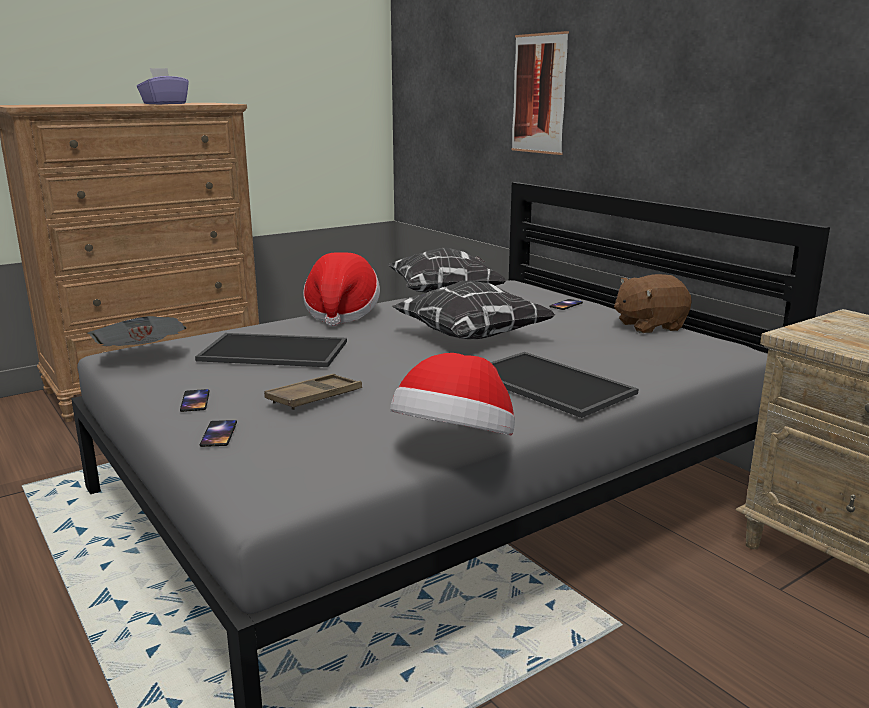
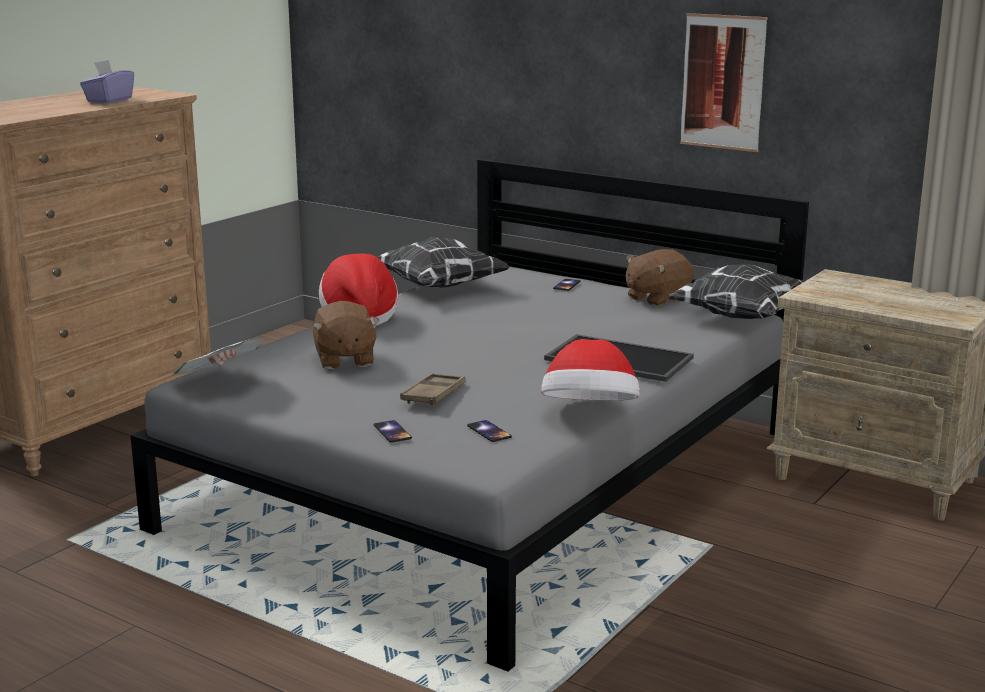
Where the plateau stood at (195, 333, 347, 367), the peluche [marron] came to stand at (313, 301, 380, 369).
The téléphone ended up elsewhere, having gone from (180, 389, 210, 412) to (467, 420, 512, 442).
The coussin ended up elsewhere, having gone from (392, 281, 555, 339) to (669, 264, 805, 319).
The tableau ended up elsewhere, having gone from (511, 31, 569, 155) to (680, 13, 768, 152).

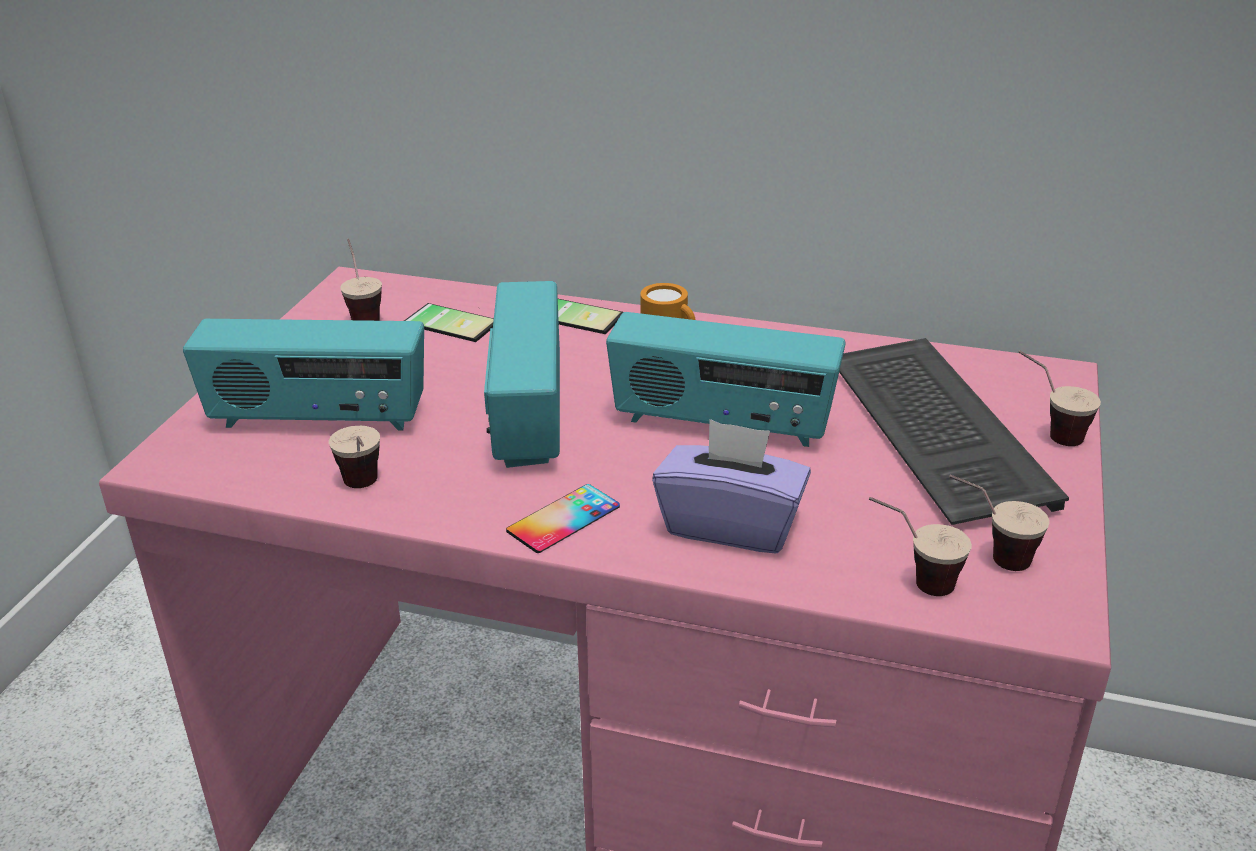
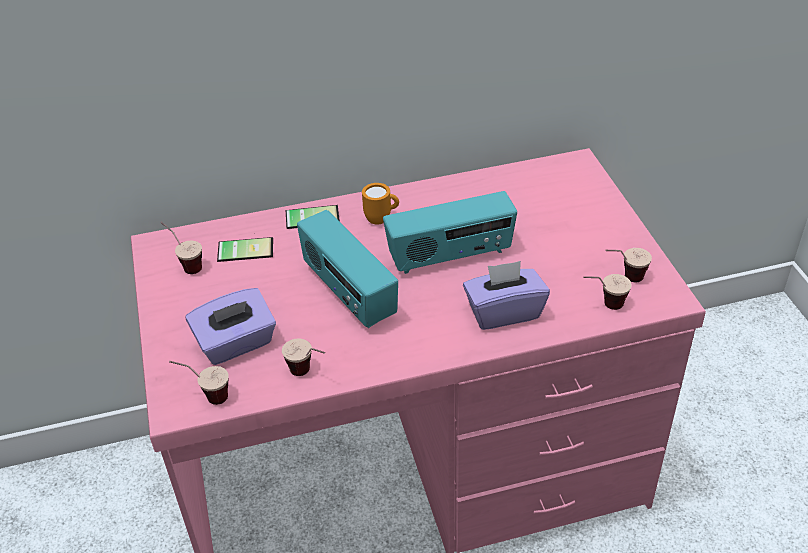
The tasse ended up elsewhere, having gone from (1018, 350, 1101, 446) to (169, 361, 228, 405).
Where the radio stood at (183, 319, 424, 431), the boîte à mouchoirs [violet] came to stand at (185, 288, 276, 365).
The second view lost the téléphone at (506, 484, 620, 553).
The second view lost the clavier at (839, 338, 1069, 525).

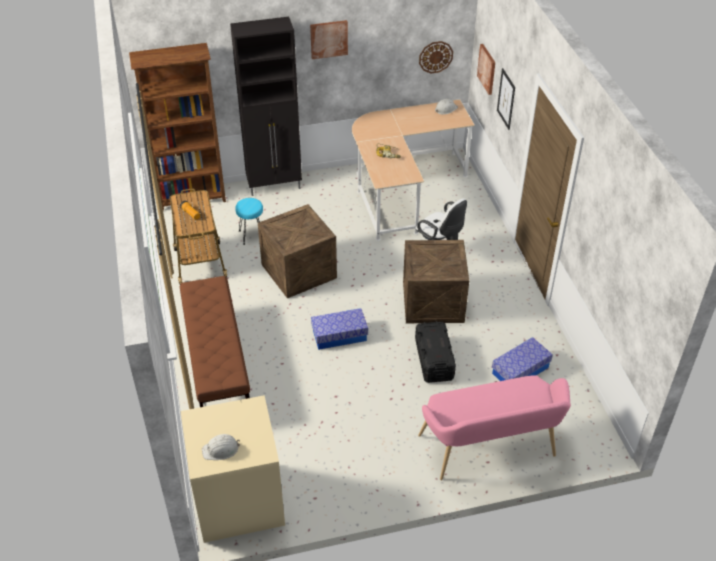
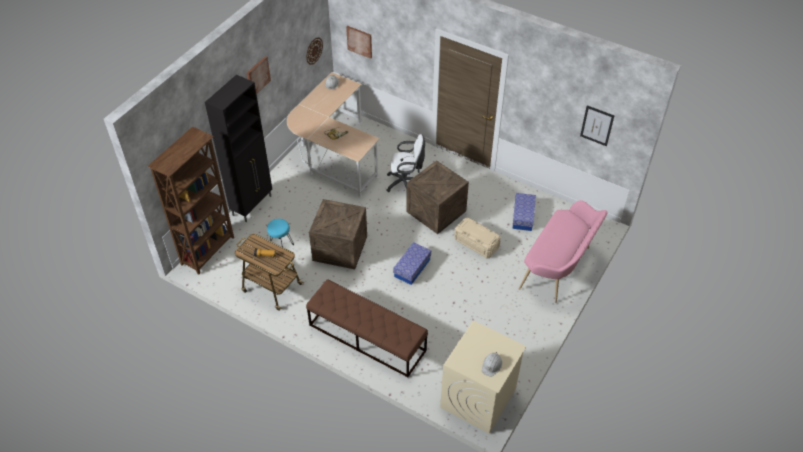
What was the boîte de rangement [noir] at (415, 321, 456, 383) turned into the boîte de rangement [beige] at (454, 217, 501, 258).
The tableau ended up elsewhere, having gone from (497, 68, 515, 130) to (580, 105, 614, 146).

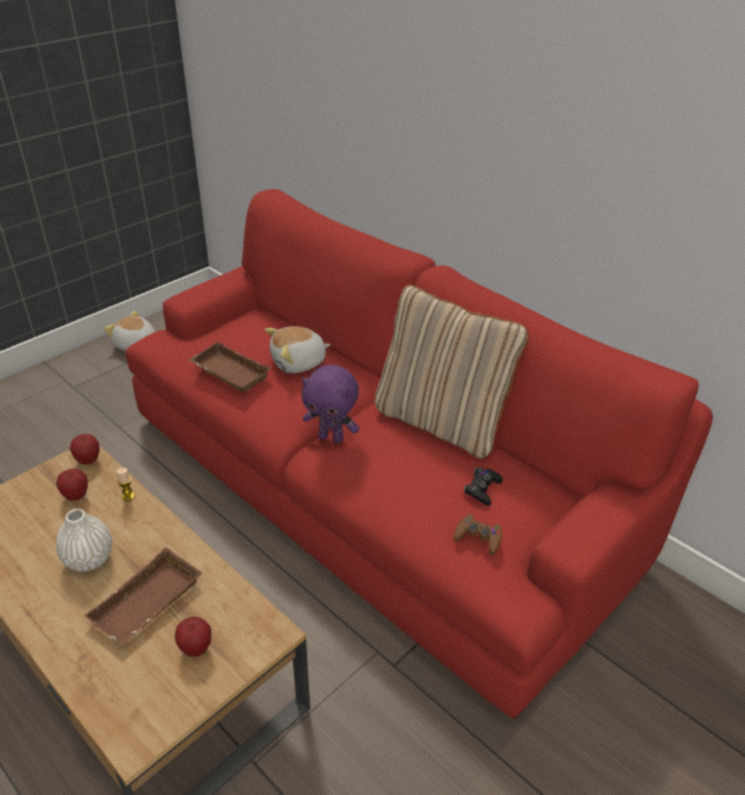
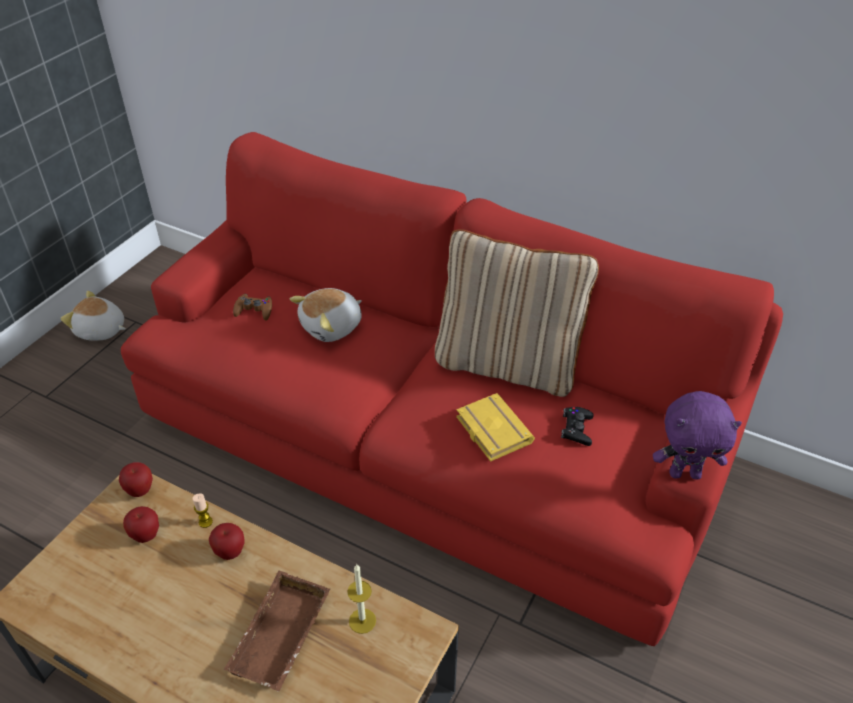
The pomme ended up elsewhere, having gone from (175, 617, 211, 657) to (209, 523, 244, 560).
The manette [marron] ended up elsewhere, having gone from (454, 514, 502, 555) to (233, 294, 272, 321).
The second view gained the bougie at (347, 565, 376, 634).
The second view gained the livre [jaune] at (456, 393, 535, 462).
The peluche [violet] ended up elsewhere, having gone from (301, 364, 359, 443) to (653, 391, 742, 479).
The second view lost the vase [blanc] at (56, 509, 112, 572).
The second view lost the plateau [marron] at (188, 342, 271, 392).

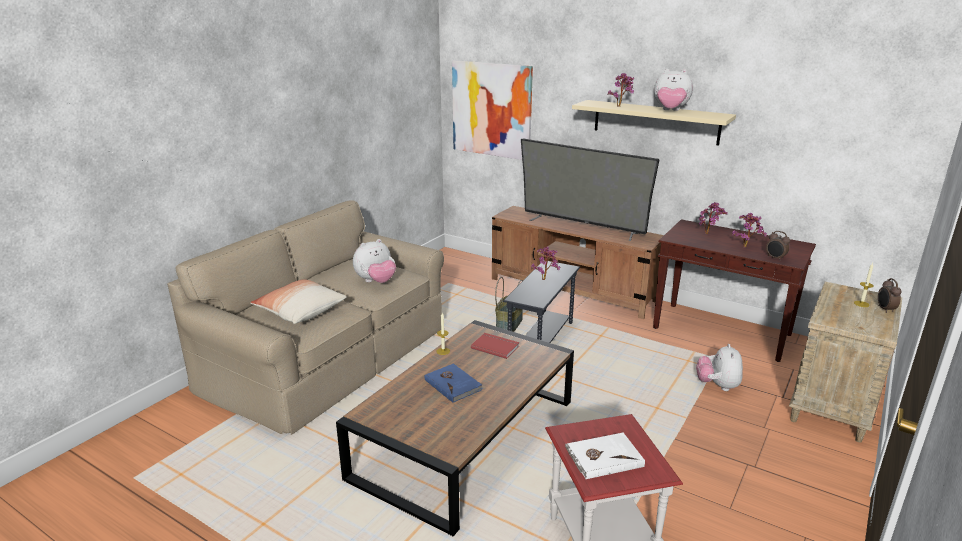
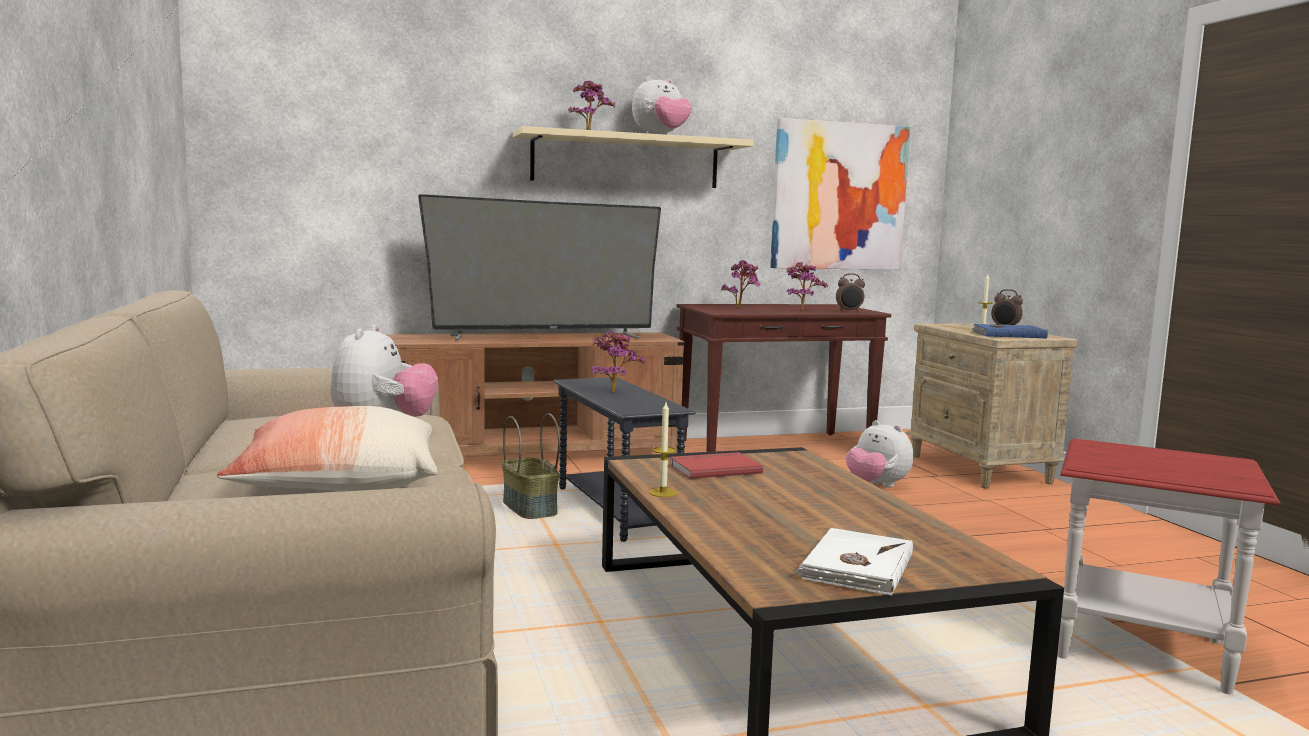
The tableau ended up elsewhere, having gone from (452, 60, 533, 160) to (770, 118, 910, 270).
The livre [blanc] ended up elsewhere, having gone from (565, 433, 645, 479) to (794, 528, 913, 596).
The livre [bleu] ended up elsewhere, having gone from (425, 363, 483, 403) to (972, 324, 1048, 338).

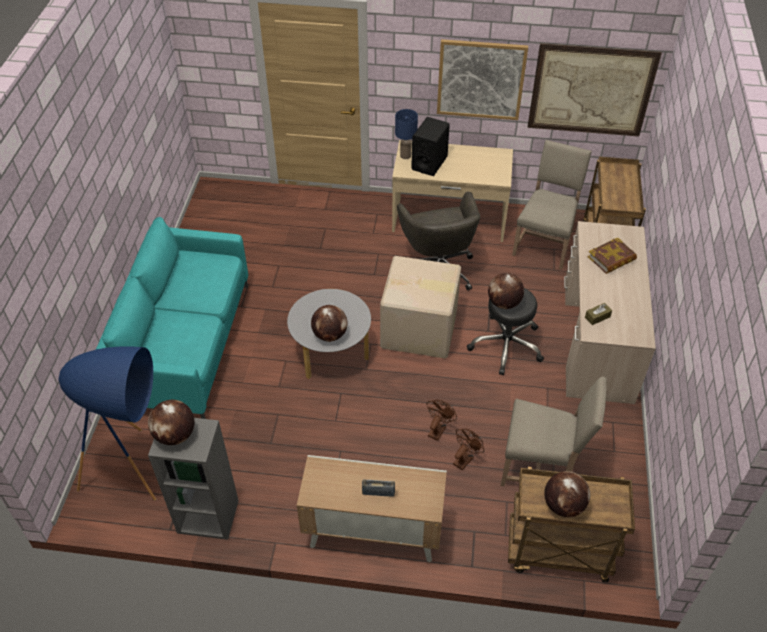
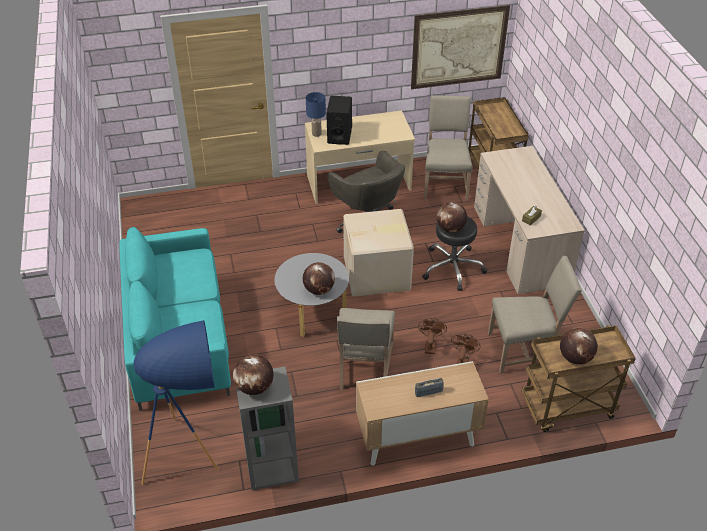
The second view gained the chaise [beige] at (337, 308, 395, 390).
The second view lost the tableau at (437, 39, 528, 120).
The second view lost the livre at (588, 237, 637, 274).

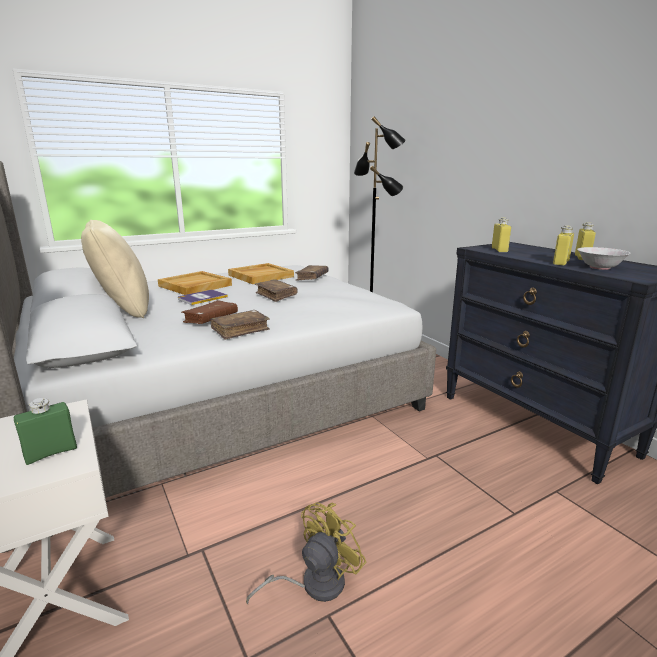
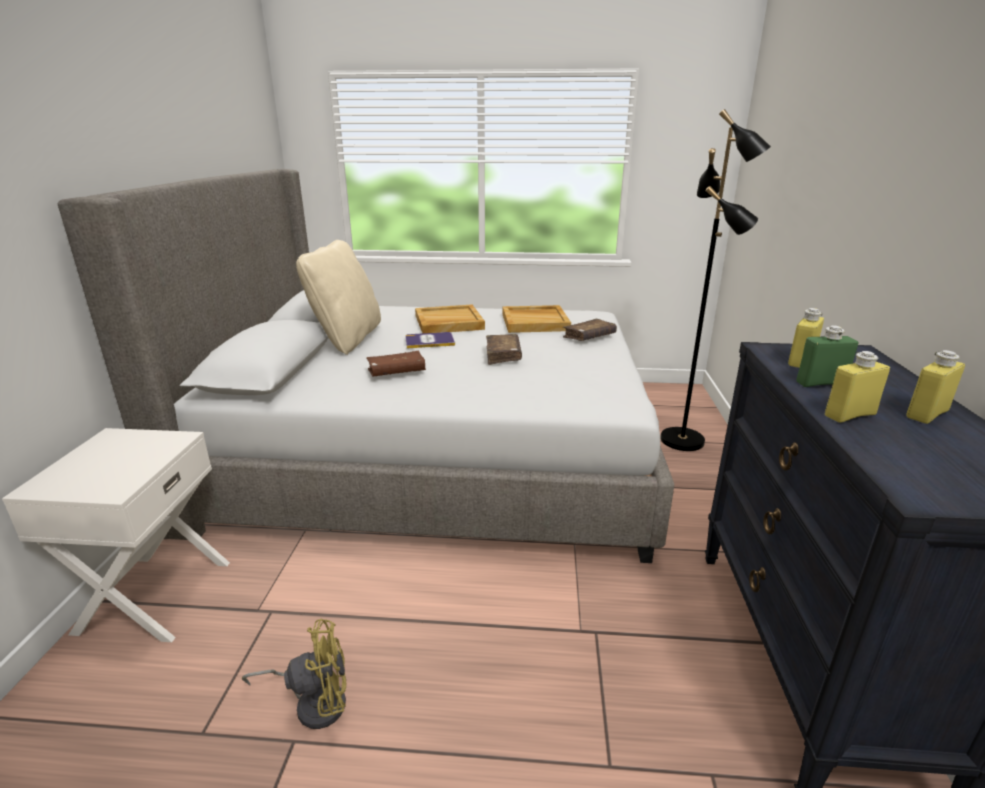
The bouteille [vert] ended up elsewhere, having gone from (14, 398, 77, 465) to (796, 325, 859, 387).
The second view lost the livre [marron] at (211, 310, 270, 340).
The second view lost the bol [blanc] at (577, 247, 631, 270).

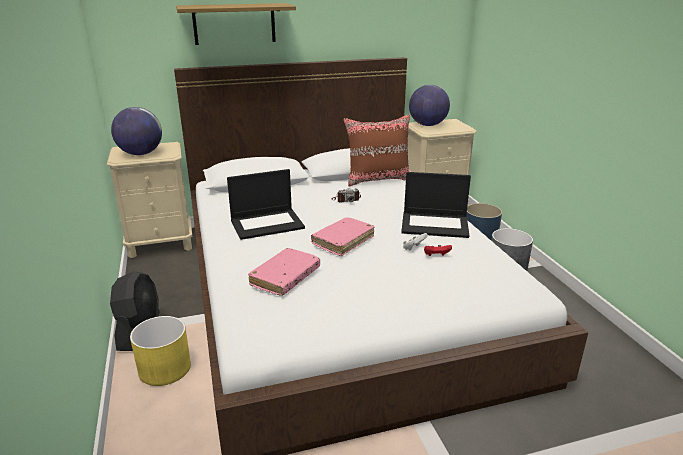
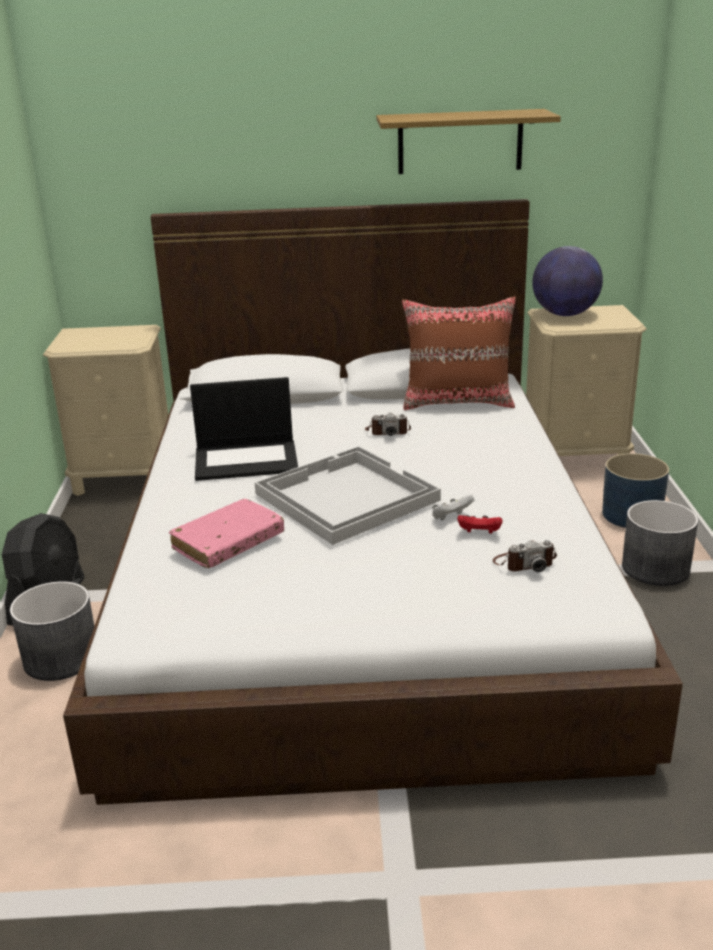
What was the cache-pot [jaune] at (130, 316, 191, 386) turned into the cache-pot [gris] at (10, 581, 94, 681).
Where the livre [rose] stood at (311, 218, 374, 256), the plateau [blanc] came to stand at (255, 446, 441, 545).
The étagère ended up elsewhere, having gone from (176, 3, 296, 45) to (376, 109, 561, 174).
The second view gained the appareil photo at (493, 540, 557, 572).
The second view lost the globe at (111, 107, 162, 155).
The second view lost the ordinateur portable at (401, 172, 471, 238).

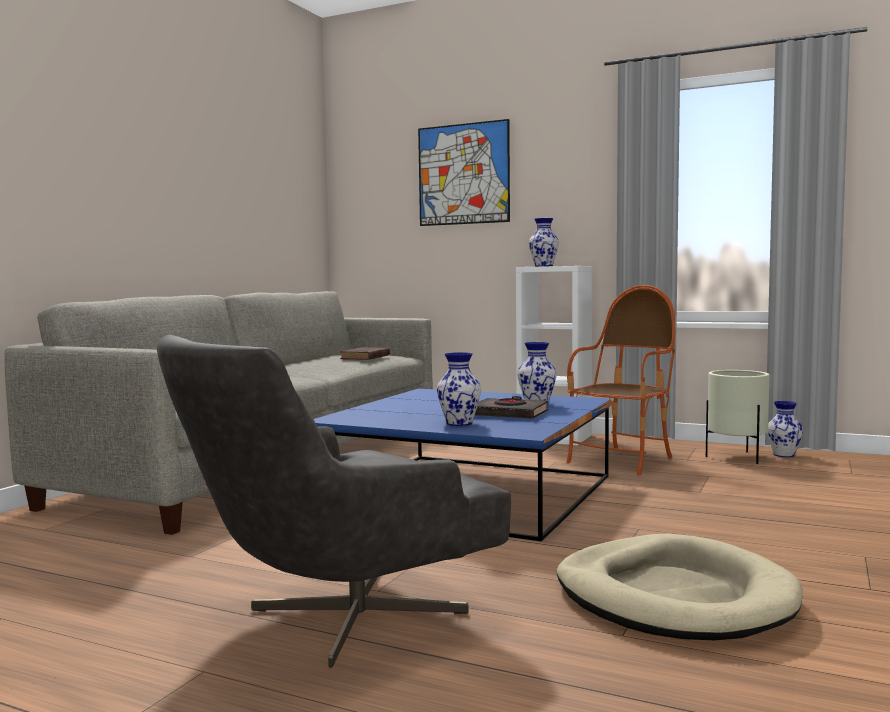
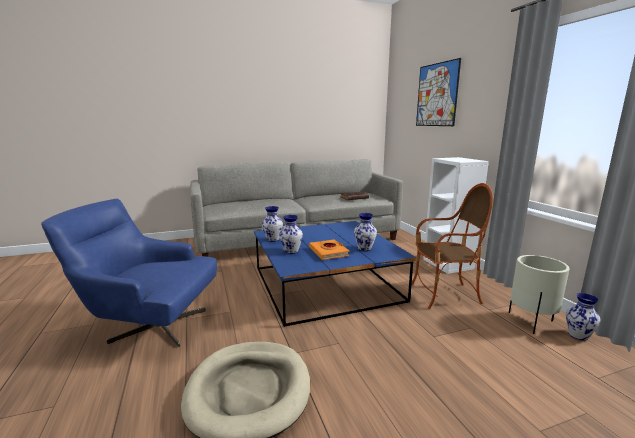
What was the fauteuil [gris] at (157, 335, 511, 668) turned into the fauteuil [bleu] at (41, 199, 217, 347).
The vase ended up elsewhere, having gone from (529, 218, 559, 267) to (262, 206, 283, 242).
What was the livre [noir] at (475, 396, 548, 419) turned into the livre [orange] at (309, 240, 350, 260).

